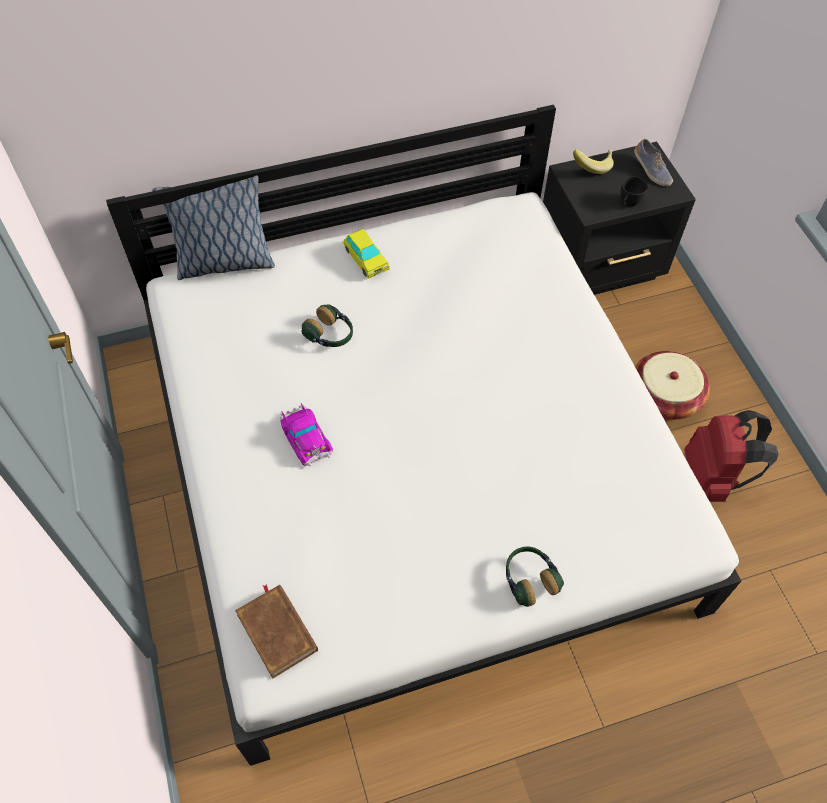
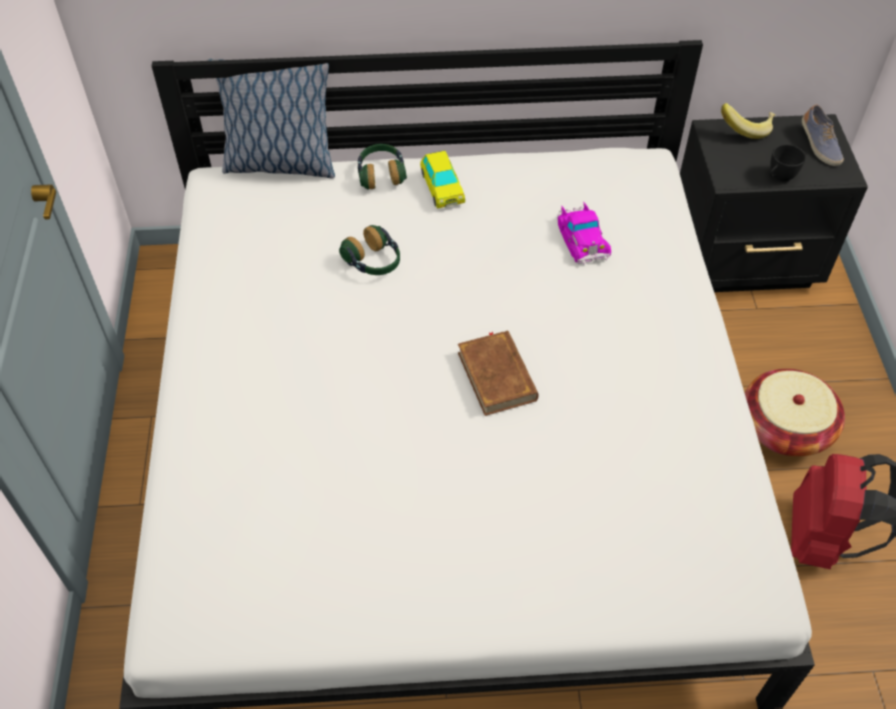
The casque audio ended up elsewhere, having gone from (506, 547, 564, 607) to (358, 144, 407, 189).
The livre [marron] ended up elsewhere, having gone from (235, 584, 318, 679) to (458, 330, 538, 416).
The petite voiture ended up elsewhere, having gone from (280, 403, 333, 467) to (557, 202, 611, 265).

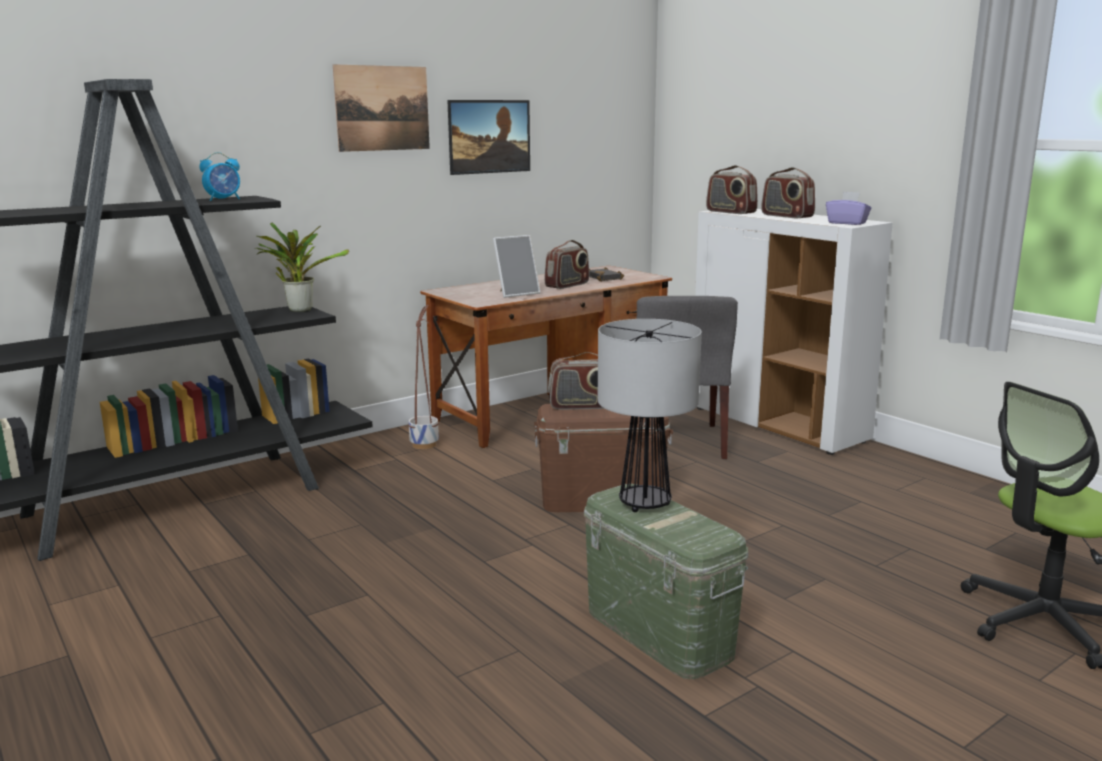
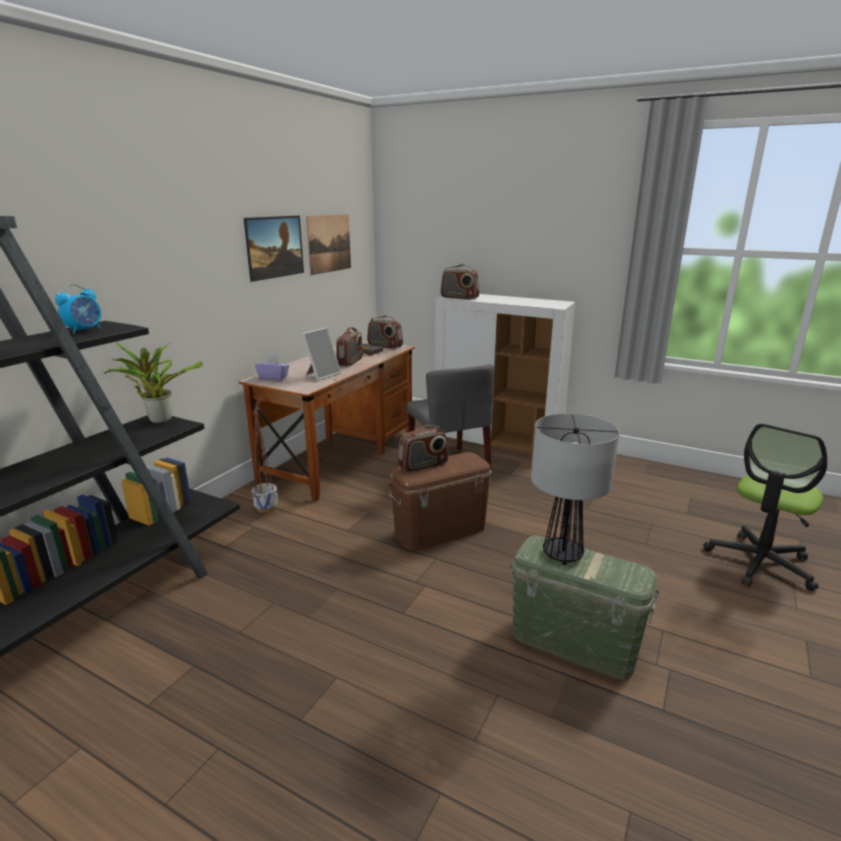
The boîte à mouchoirs [violet] ended up elsewhere, having gone from (826, 192, 872, 225) to (255, 355, 289, 380).
The tableau ended up elsewhere, having gone from (333, 64, 430, 152) to (306, 214, 351, 275).
The radio ended up elsewhere, having gone from (761, 167, 815, 218) to (367, 316, 403, 349).

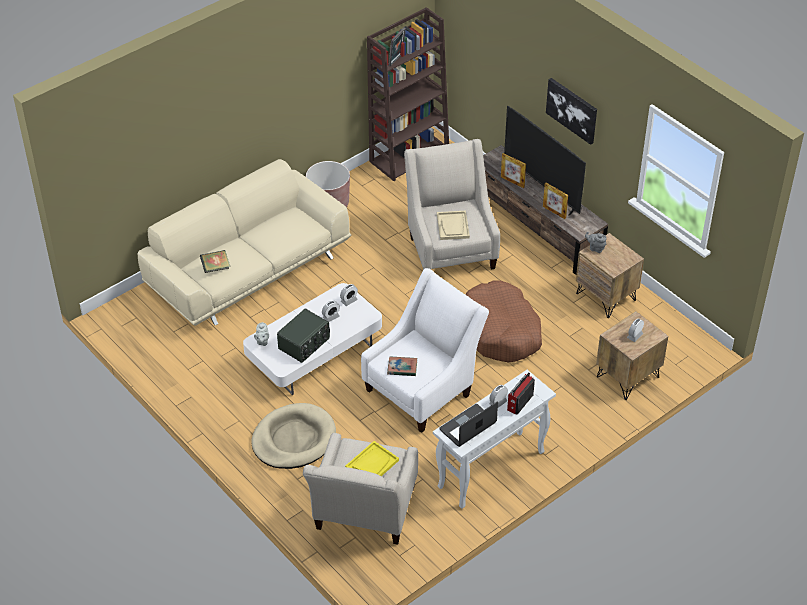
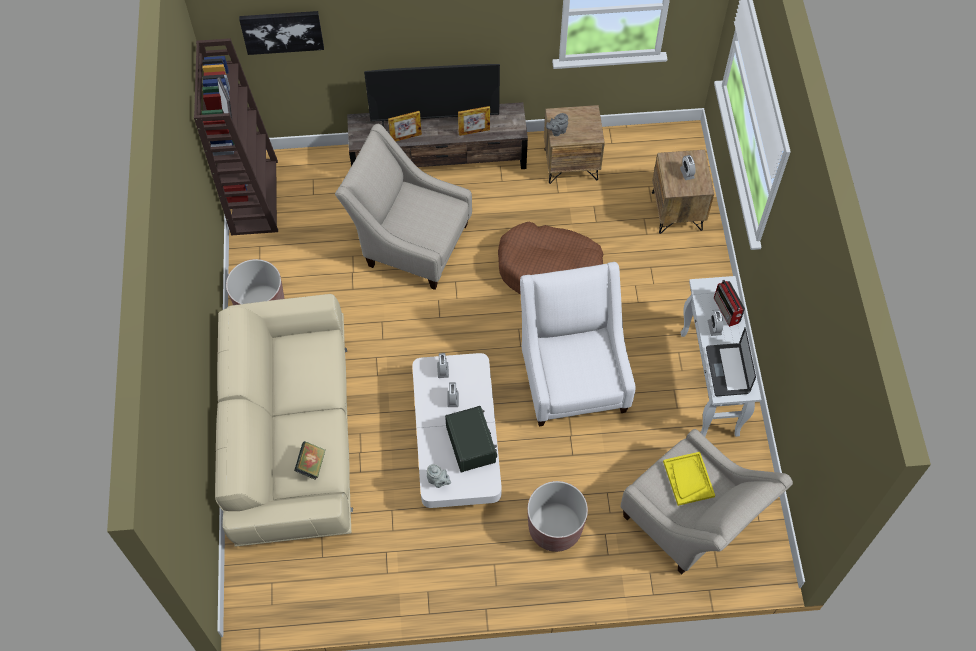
The tableau ended up elsewhere, having gone from (546, 78, 597, 145) to (239, 11, 324, 55).
Where the panier pour chien [beige] stood at (251, 403, 336, 469), the cache-pot [marron] came to stand at (527, 481, 588, 552).
The second view lost the livre at (387, 356, 417, 376).
The second view lost the plateau [beige] at (437, 211, 470, 240).

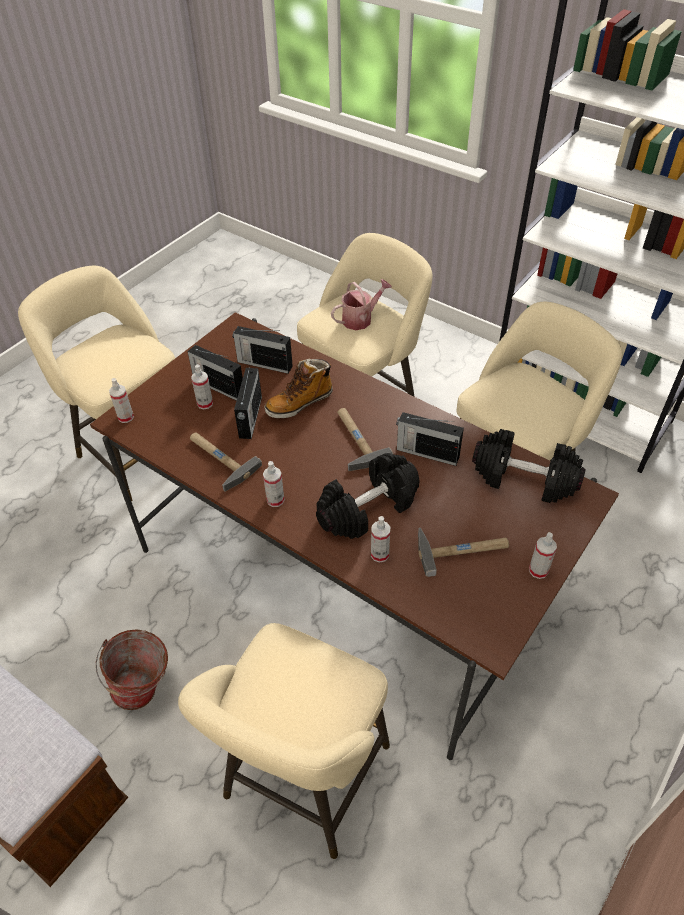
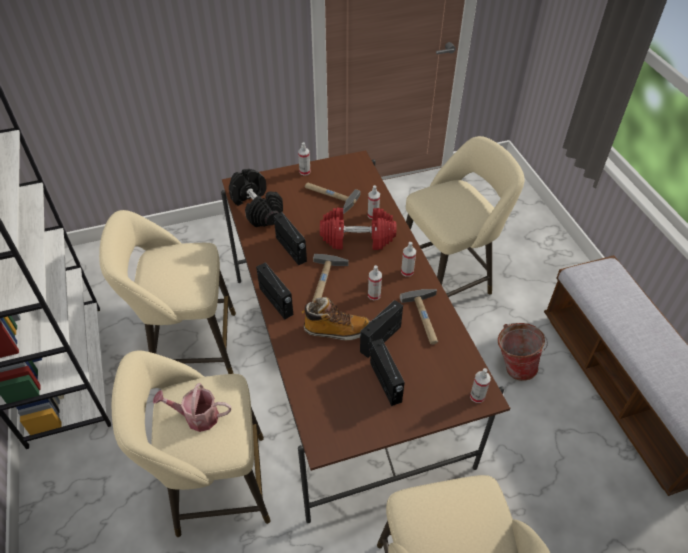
The radio ended up elsewhere, having gone from (233, 326, 293, 374) to (256, 262, 293, 320).
What was the haltère [noir] at (316, 453, 420, 539) turned into the haltère [rouge] at (320, 208, 396, 250).
The vaporisateur ended up elsewhere, having gone from (191, 364, 213, 410) to (368, 265, 382, 300).

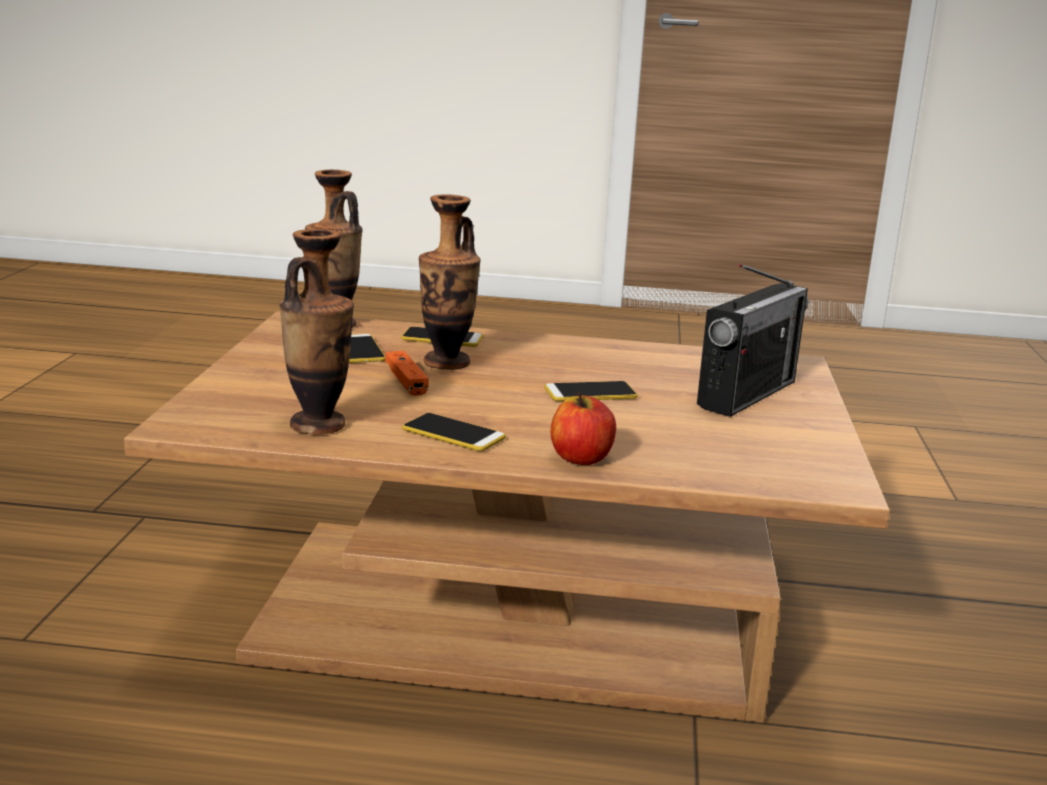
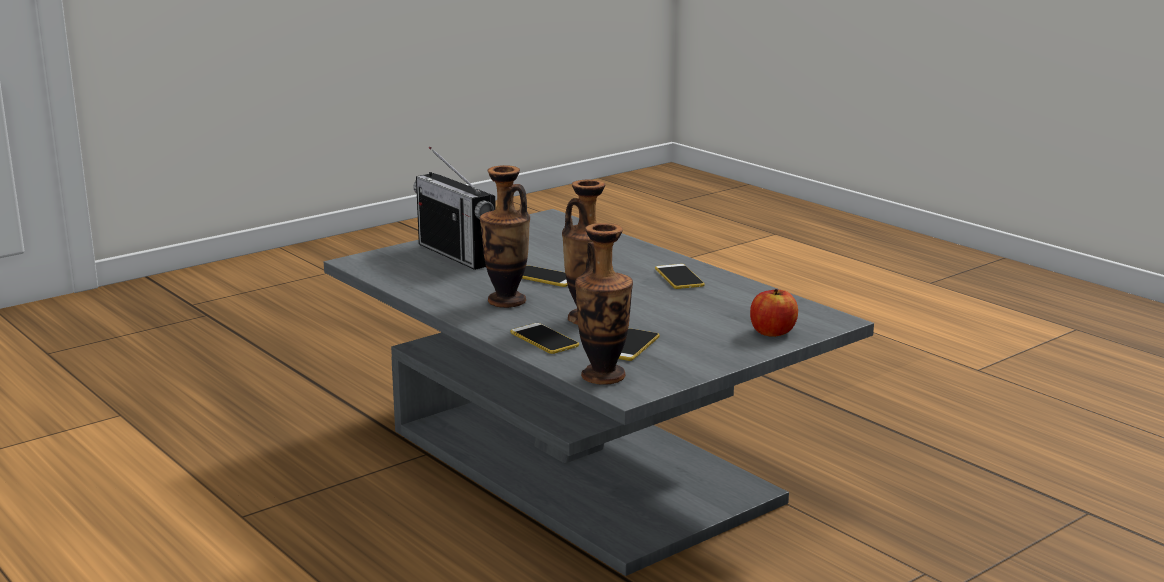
What was the table basse [marron] at (124, 311, 890, 723) turned into the table basse [gris] at (324, 209, 874, 576).
The radio at (697, 264, 808, 417) ended up facing another way, 120 degrees counterclockwise from before.
The vase ended up elsewhere, having gone from (279, 229, 354, 435) to (480, 165, 530, 308).
The pomme ended up elsewhere, having gone from (551, 393, 616, 465) to (750, 289, 798, 337).
The second view lost the manette [orange] at (385, 351, 429, 396).

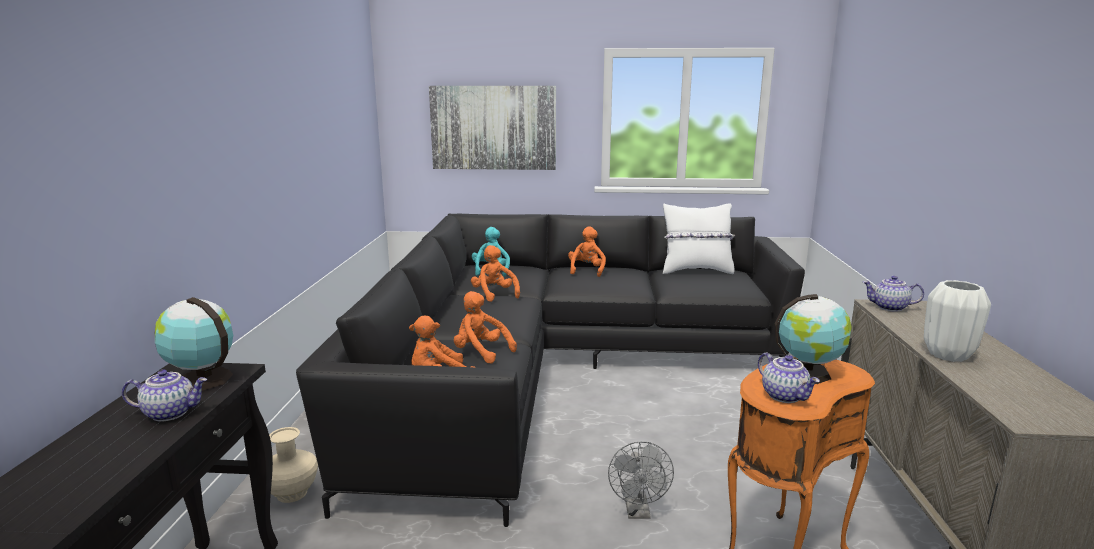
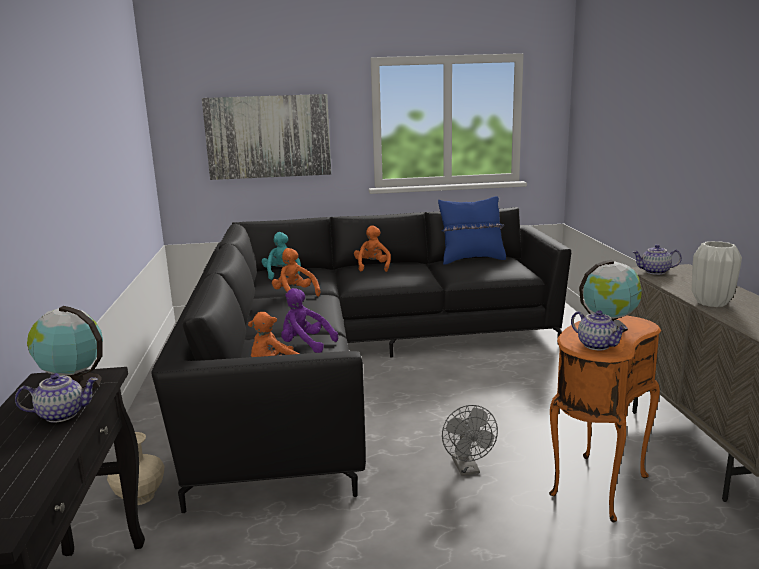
What was the peluche [orange] at (454, 291, 517, 364) turned into the peluche [violet] at (281, 288, 338, 353).
What was the coussin [blanc] at (663, 204, 735, 274) turned into the coussin [bleu] at (438, 196, 506, 265).

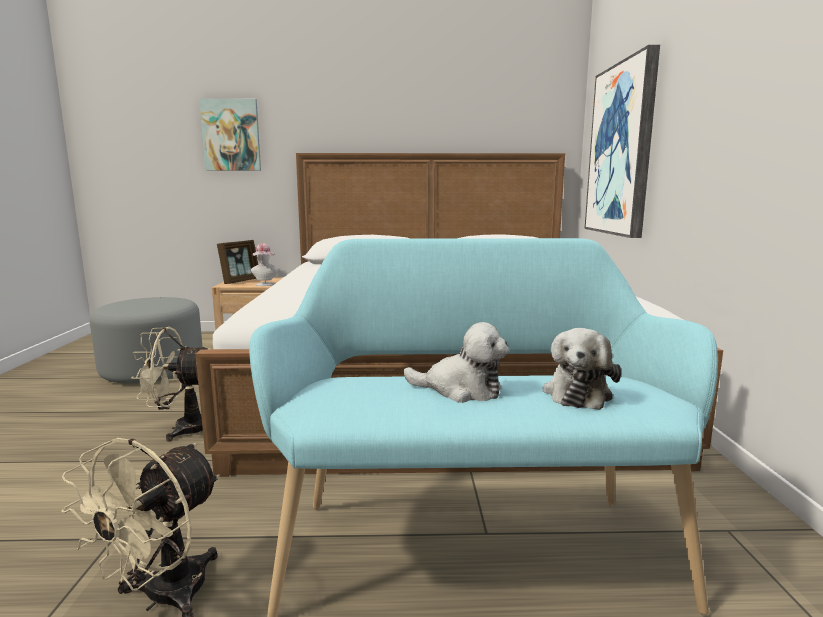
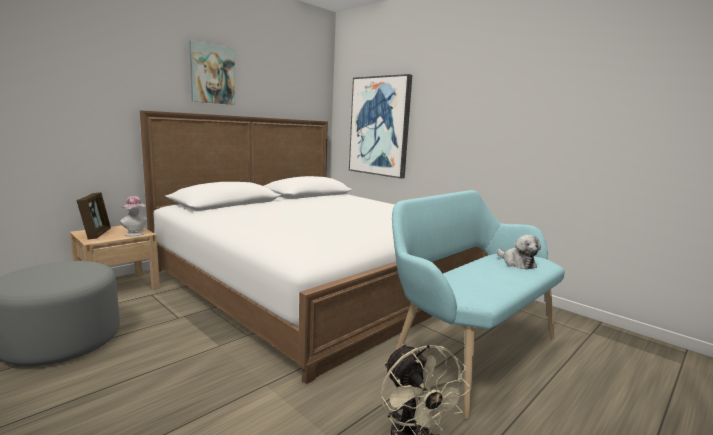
The tableau ended up elsewhere, having gone from (199, 98, 261, 171) to (189, 40, 235, 105).
The second view lost the ventilateur [beige] at (131, 327, 209, 442).
The second view lost the peluche at (403, 322, 509, 403).

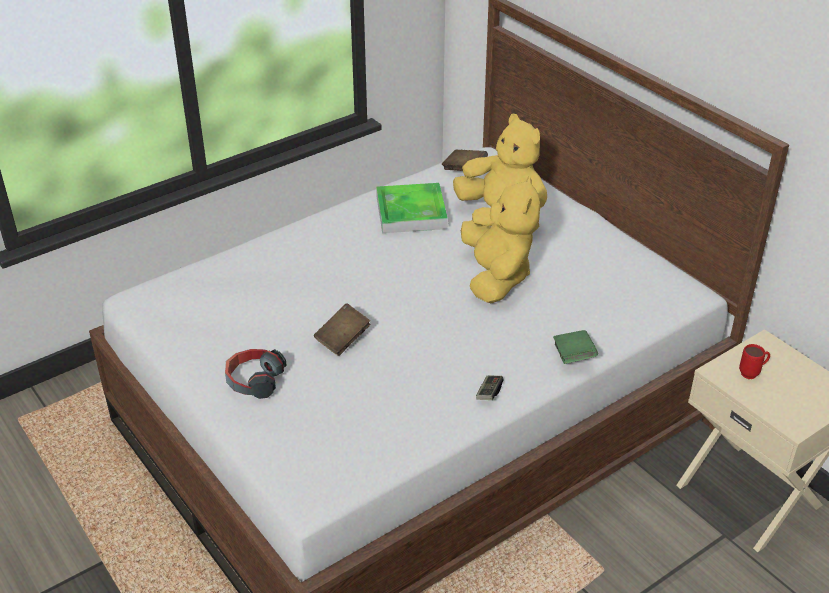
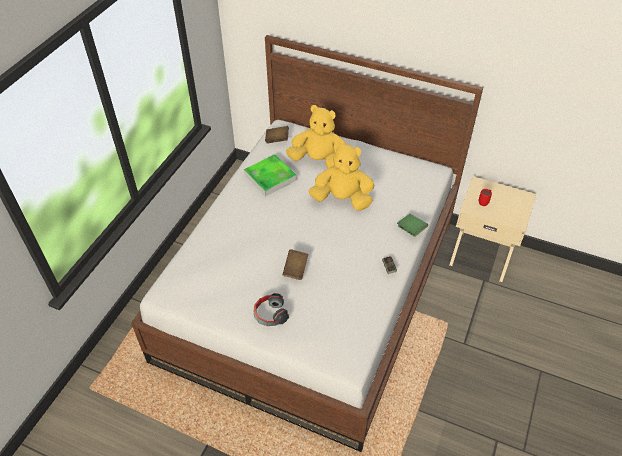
The peluche [jaune] at (461, 175, 540, 303) ended up facing another way, 45 degrees counterclockwise from before.

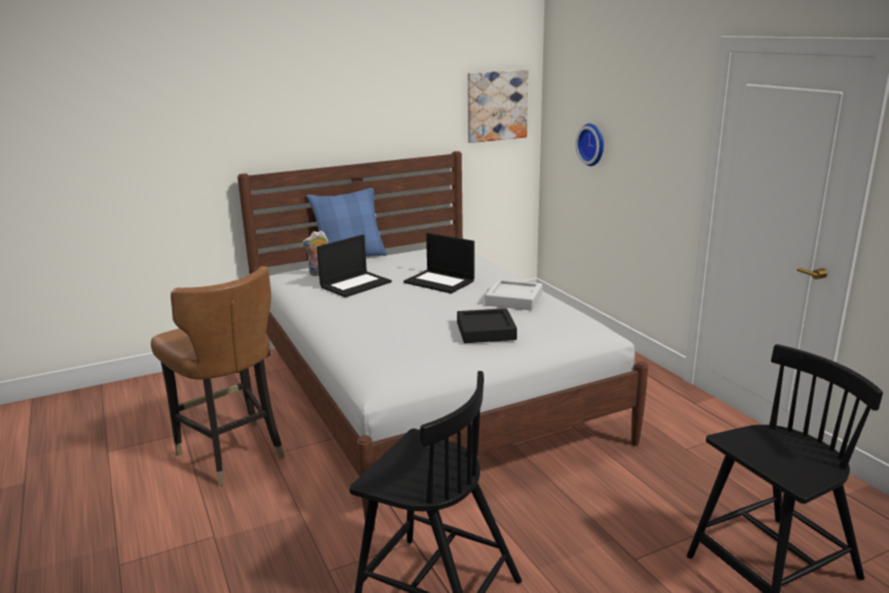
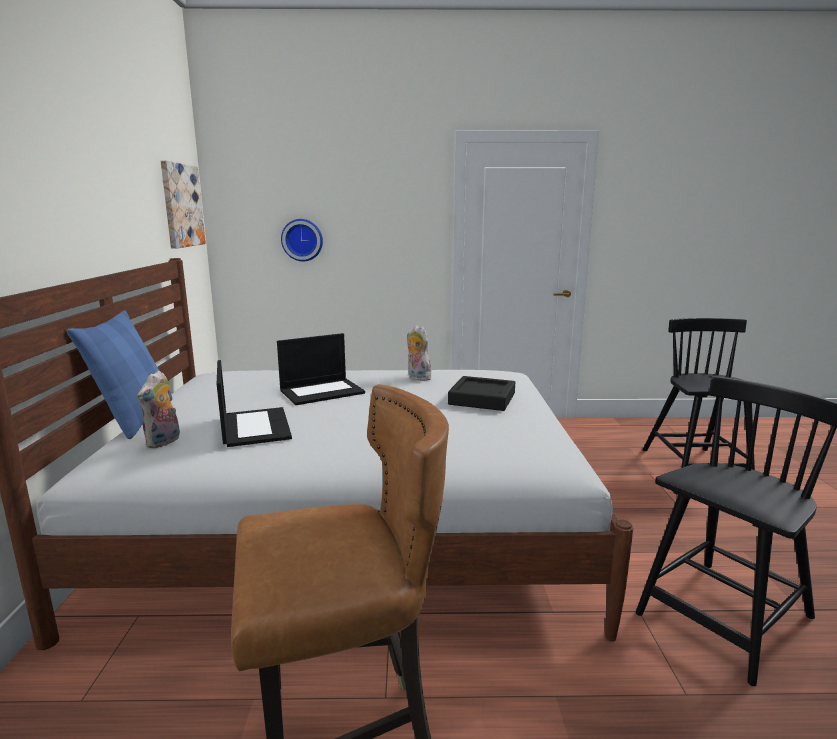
Where the plateau [gris] stood at (485, 279, 542, 310), the peluche came to stand at (407, 325, 432, 381).

